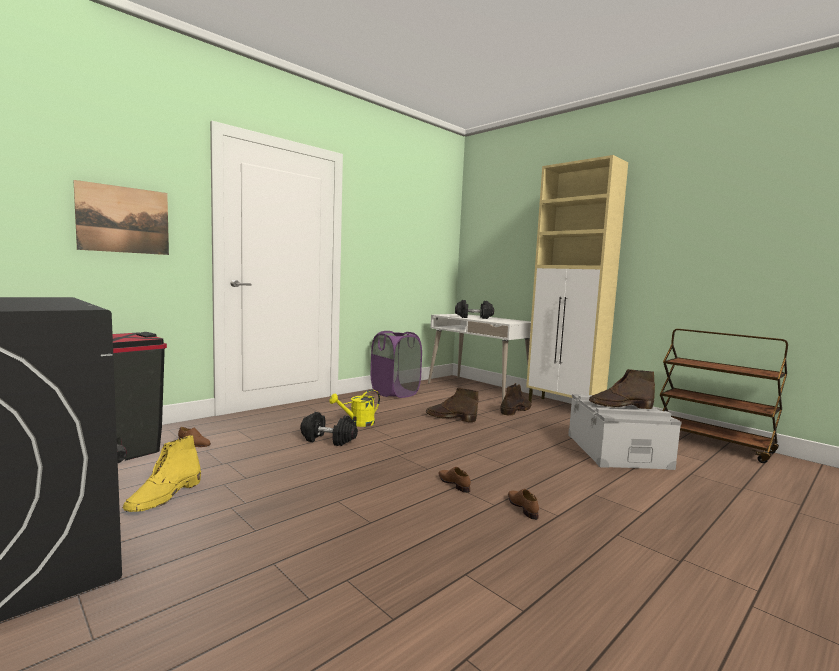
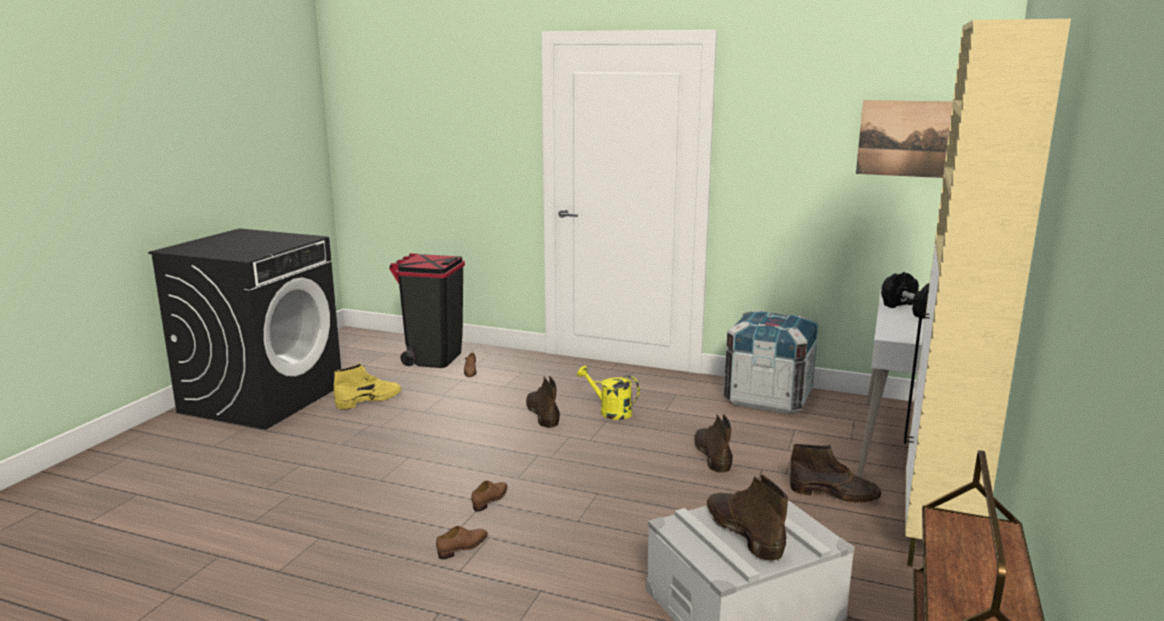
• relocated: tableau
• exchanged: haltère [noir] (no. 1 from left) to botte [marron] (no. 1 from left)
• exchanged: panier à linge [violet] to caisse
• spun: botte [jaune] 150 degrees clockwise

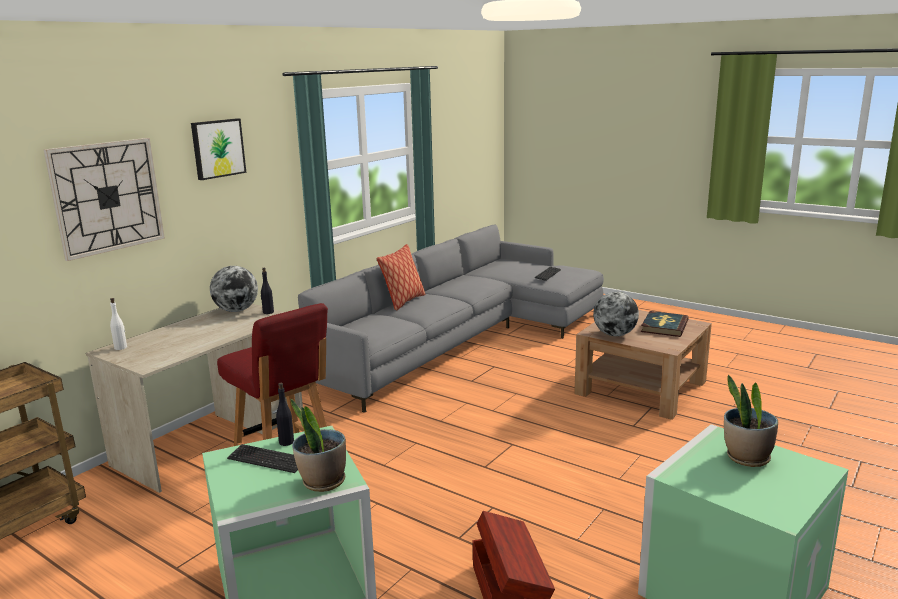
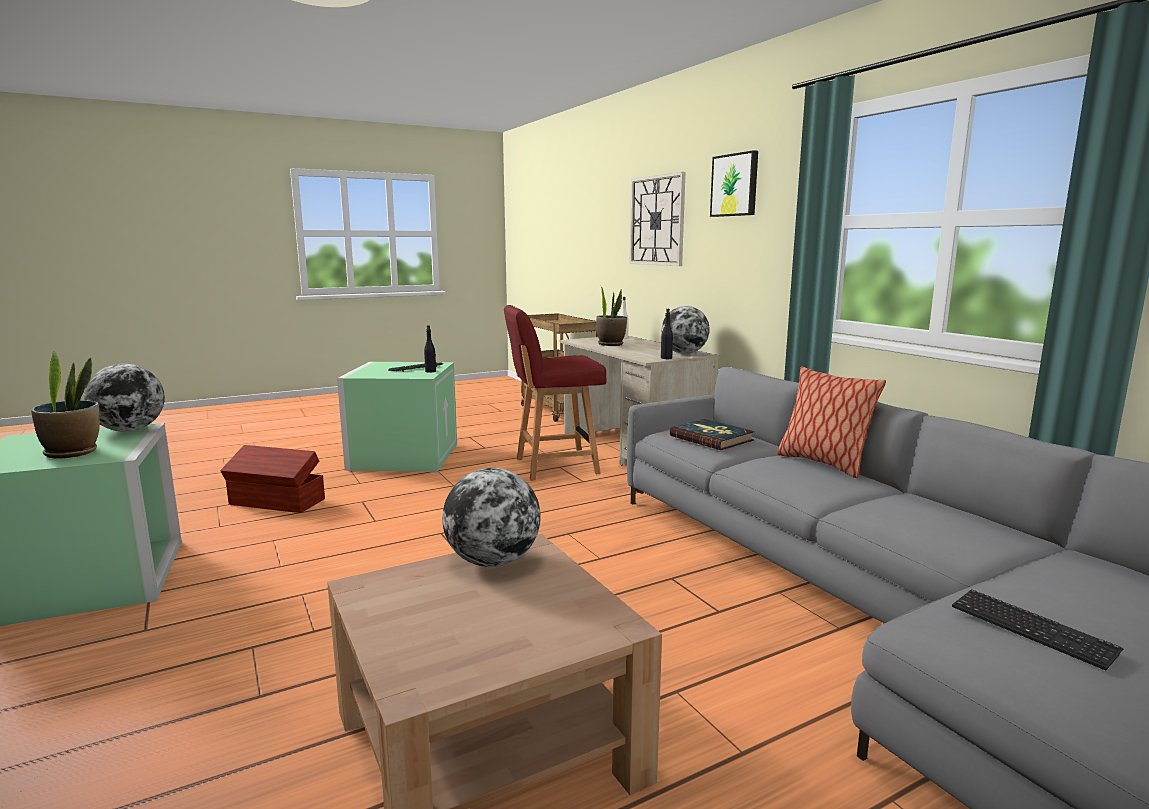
• appeared: globe (no. 1 from left)
• relocated: plante en pot (no. 1 from left in the first image) to plante en pot (no. 2 from left)
• relocated: livre

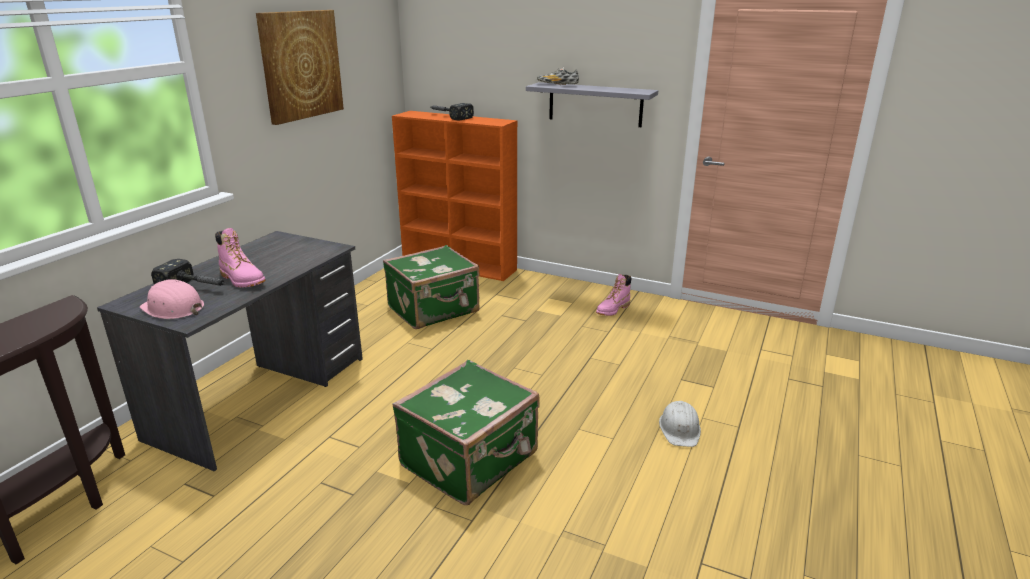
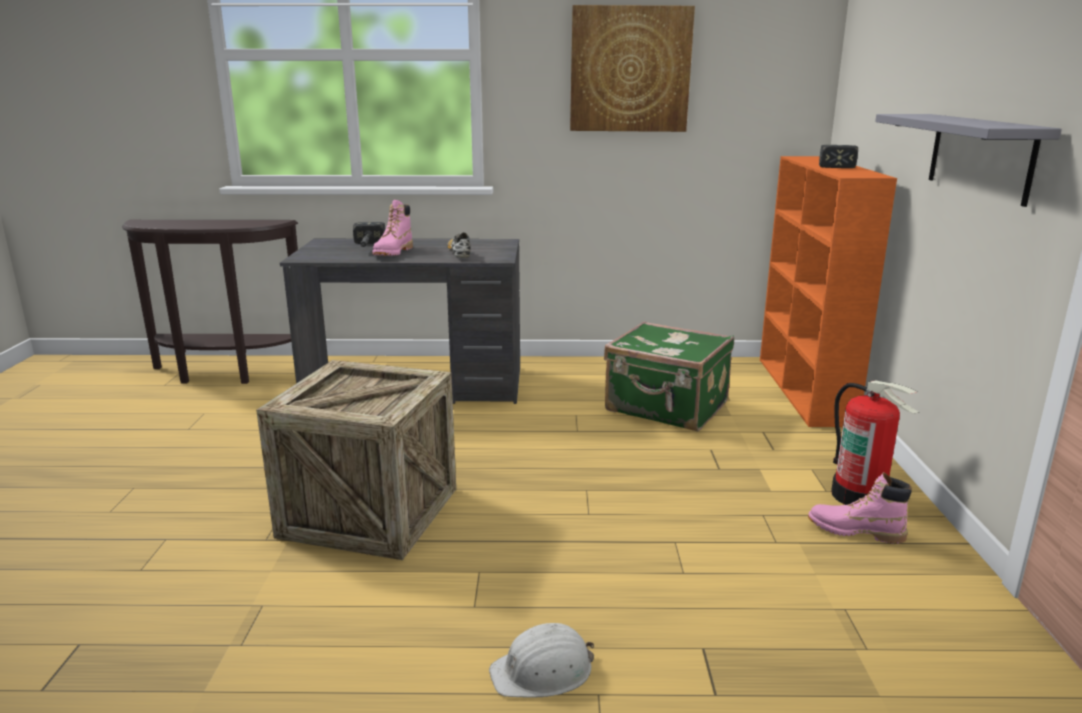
• missing: casque de chantier [rose]
• appeared: extincteur
• relocated: chaussure
• exchanged: valise [vert] (no. 2 from left) to caisse

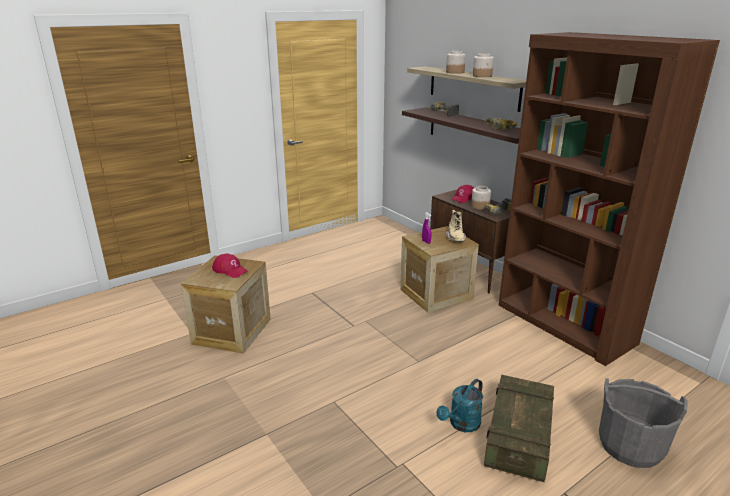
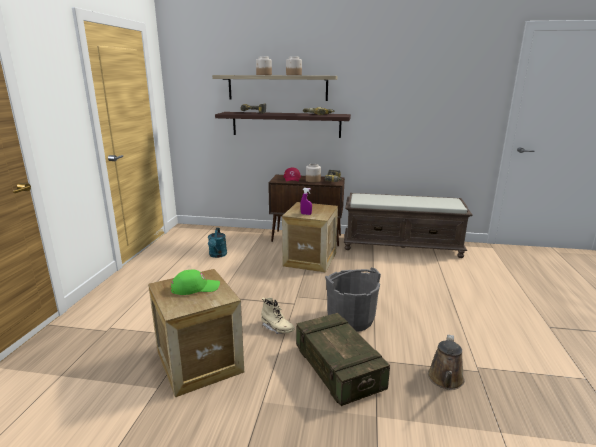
• appeared: arrosoir [marron]
• relocated: arrosoir [turquoise]
• relocated: botte [beige]
• relocated: caisse (no. 3 from left)
• relocated: seau [gris]
• exchanged: bibliothèque [marron] to banc [marron]
• colour: casquette [rouge] (no. 1 from left) to casquette [vert]

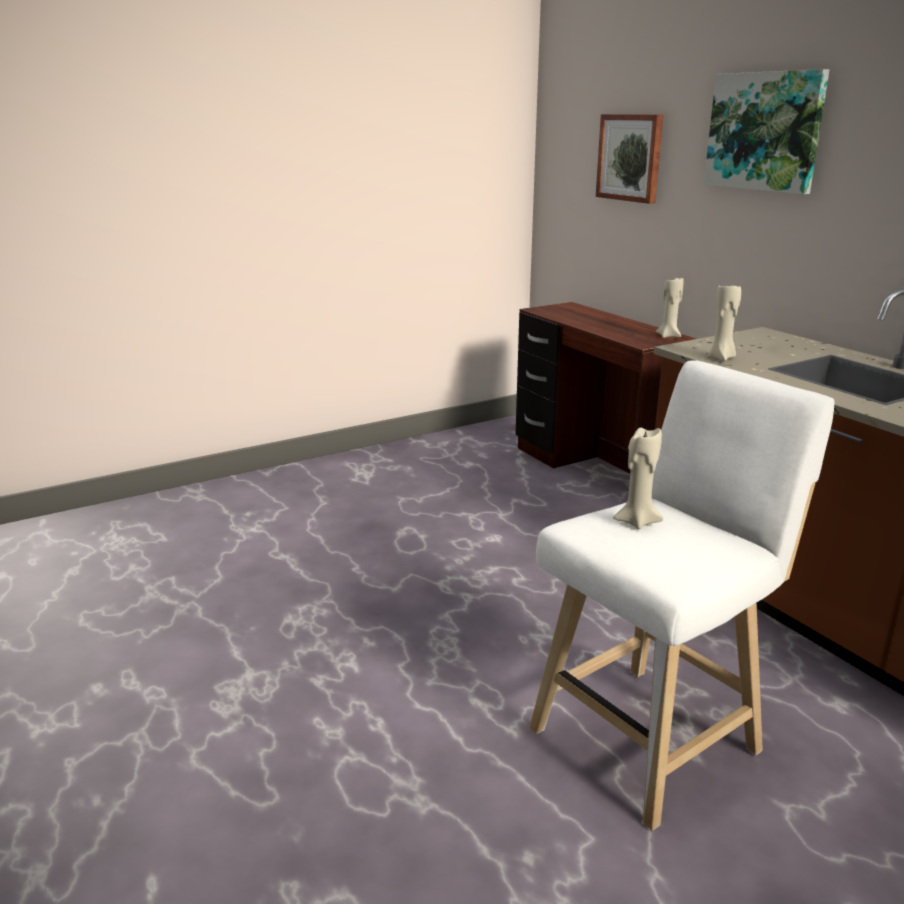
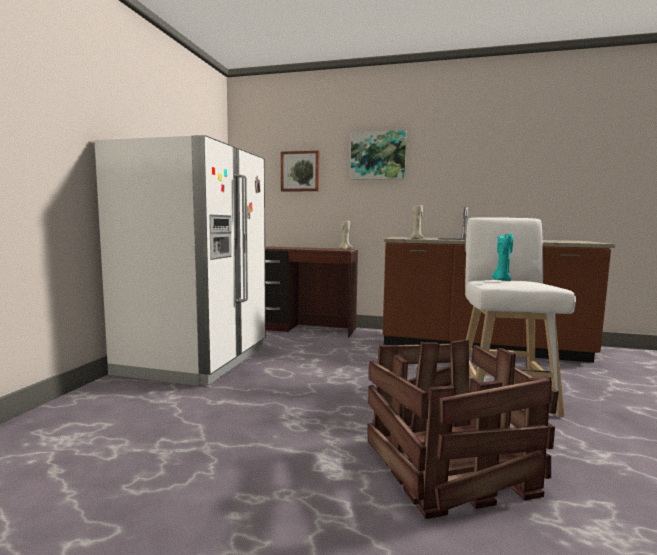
• appeared: réfrigérateur [blanc]
• appeared: caisse
• colour: bougie [beige] (no. 1 from left) to bougie [turquoise]

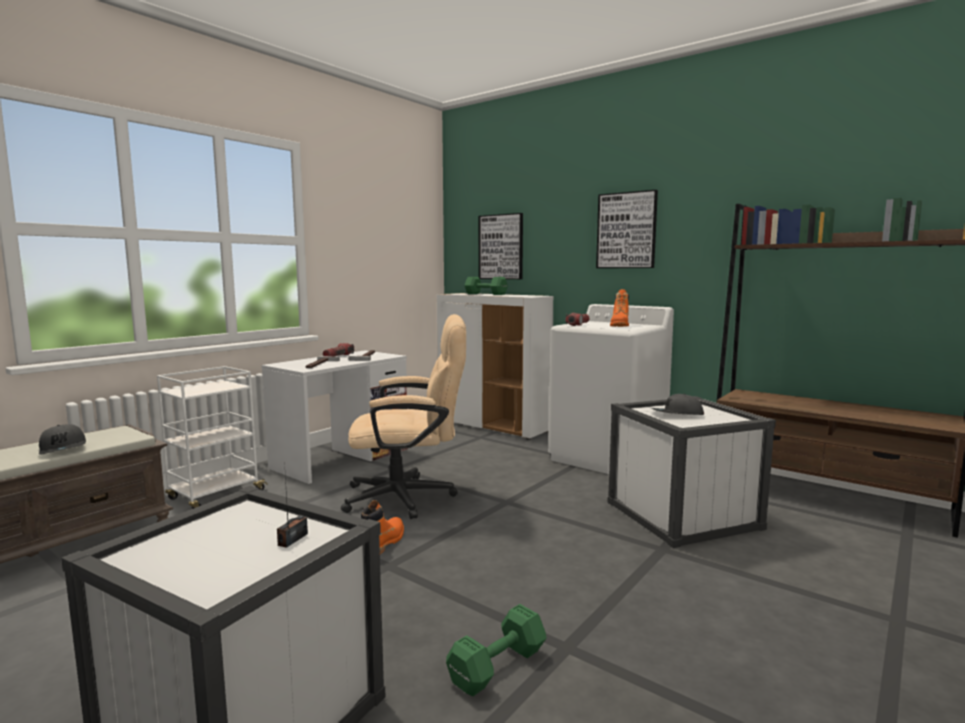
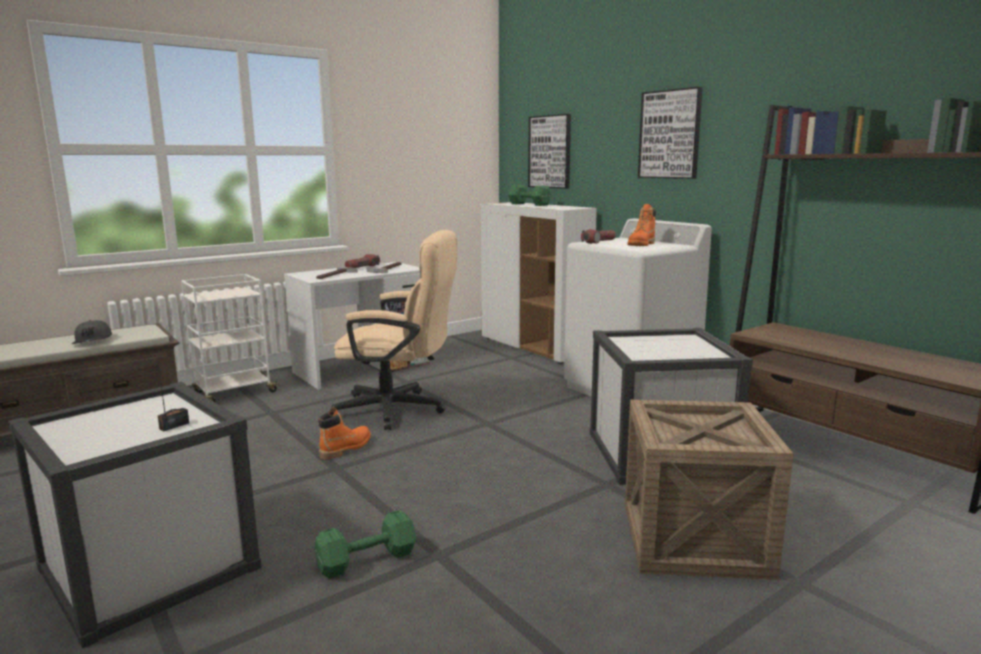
• missing: casquette [gris] (no. 2 from left)
• appeared: caisse

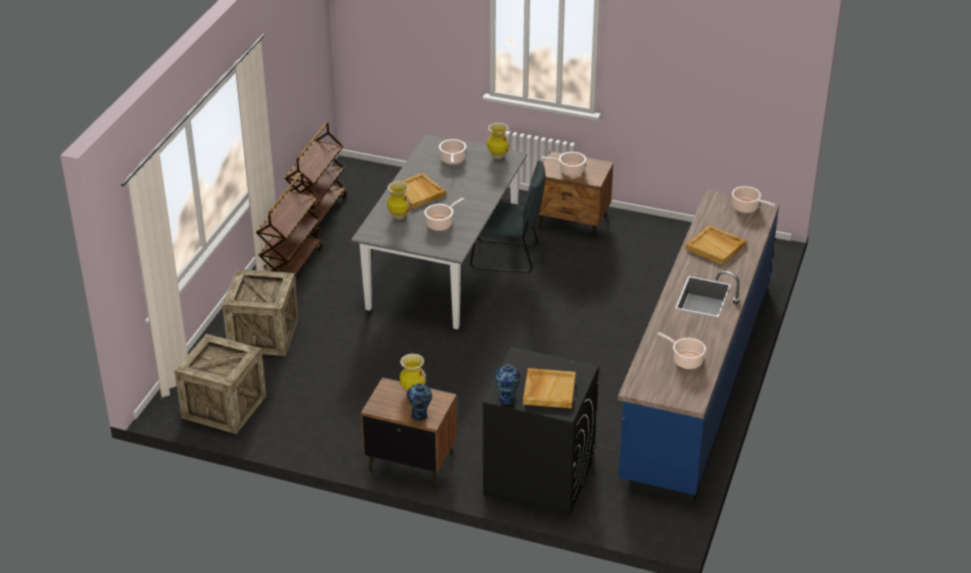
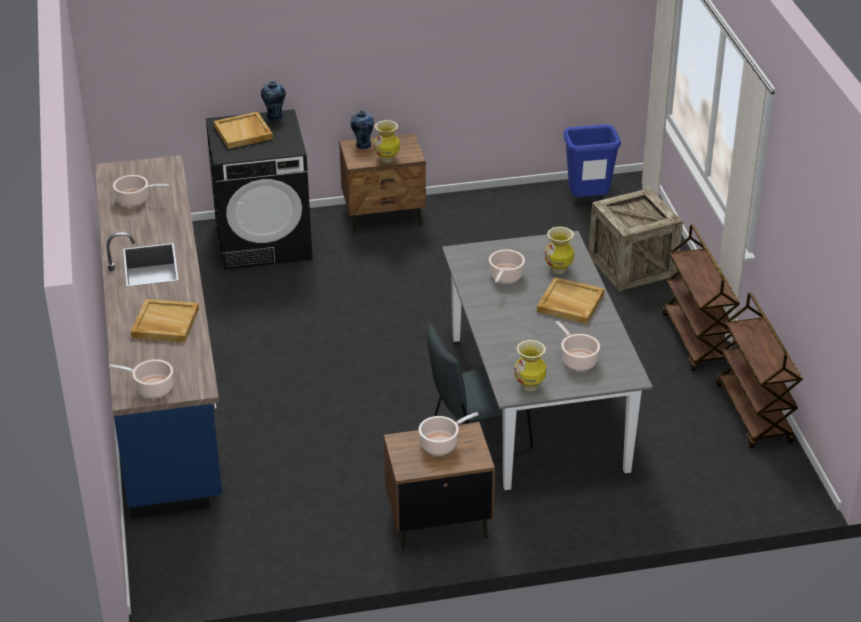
• exchanged: caisse (no. 1 from left) to poubelle [bleu]

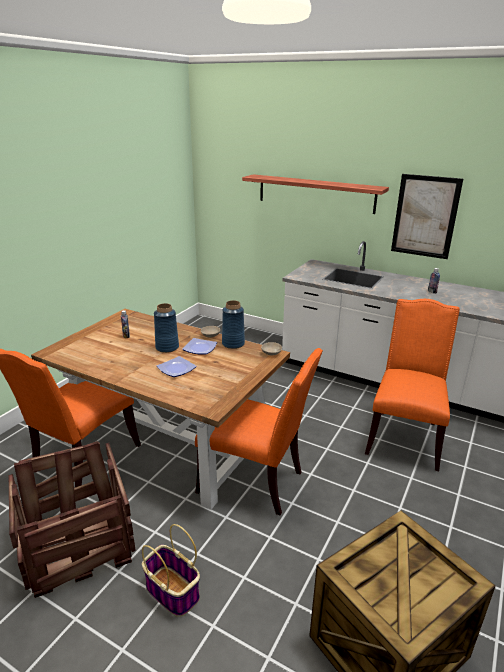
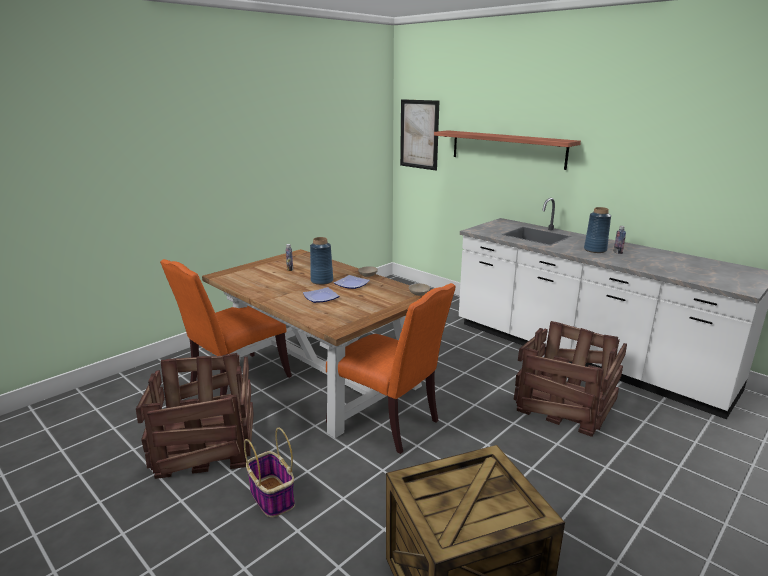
• relocated: vase [bleu] (no. 2 from left)
• relocated: tableau
• exchanged: chaise [orange] (no. 3 from left) to caisse (no. 3 from left)

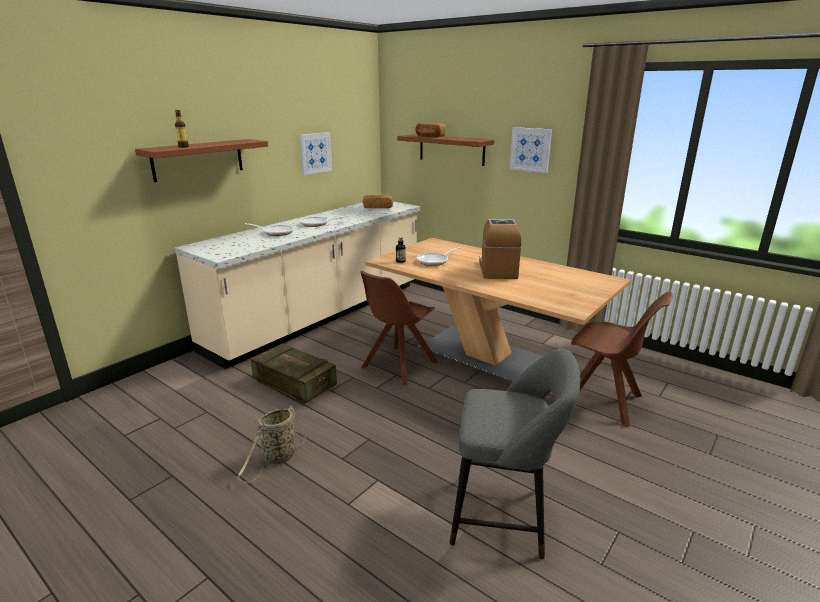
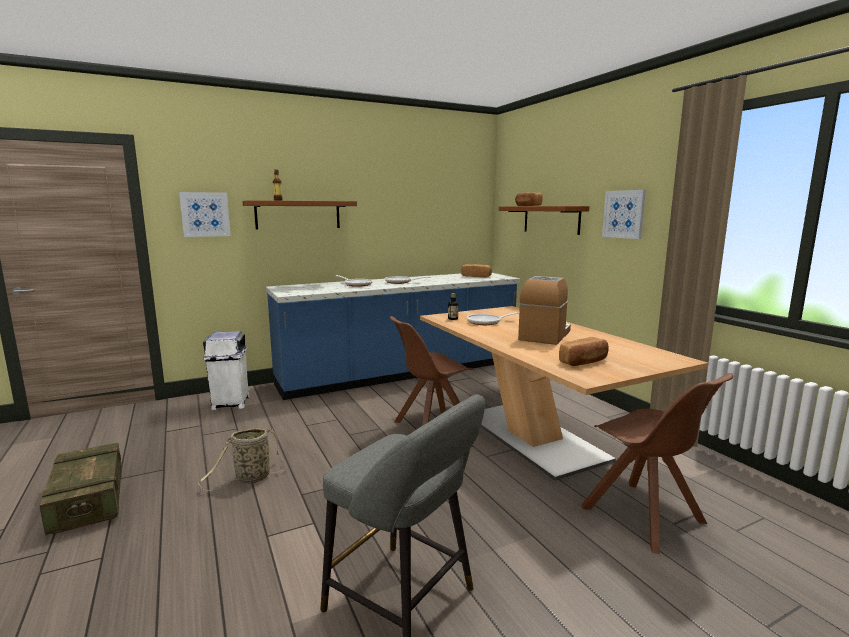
• appeared: poubelle [blanc]
• appeared: pain (no. 3 from left)
• relocated: caisse
• relocated: tableau (no. 1 from left)
• colour: comptoir de cuisine [beige] to comptoir de cuisine [bleu]

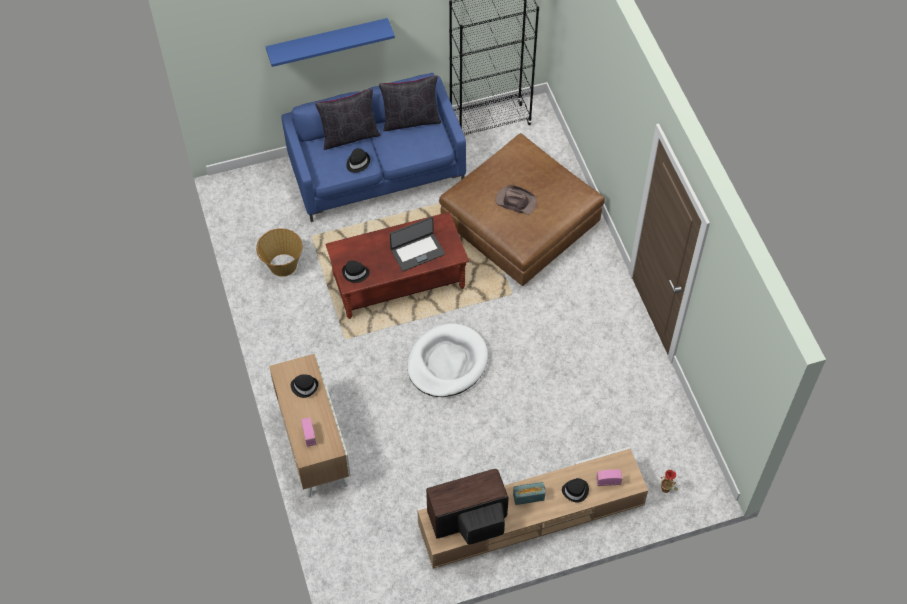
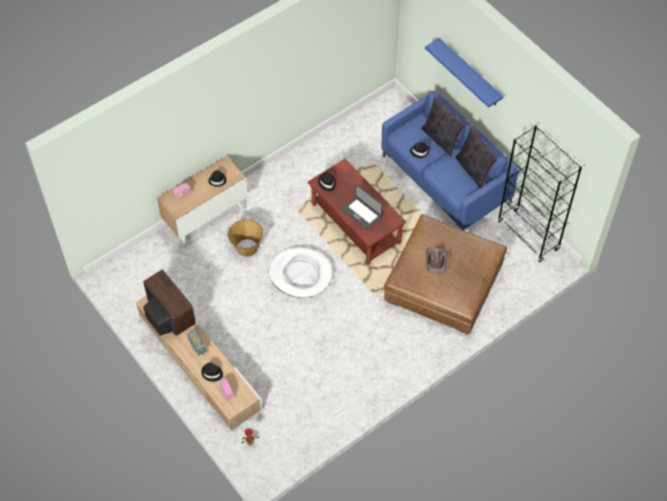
• relocated: panier

